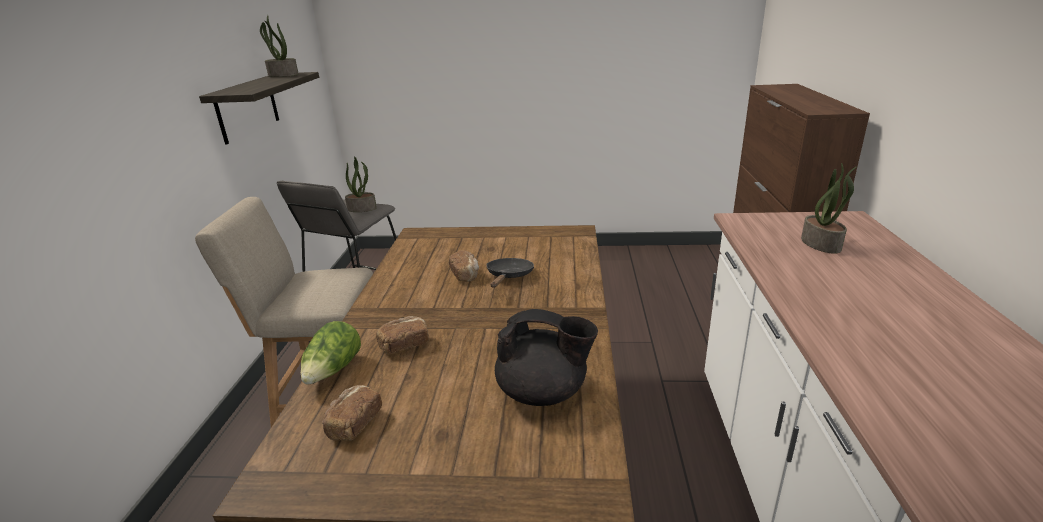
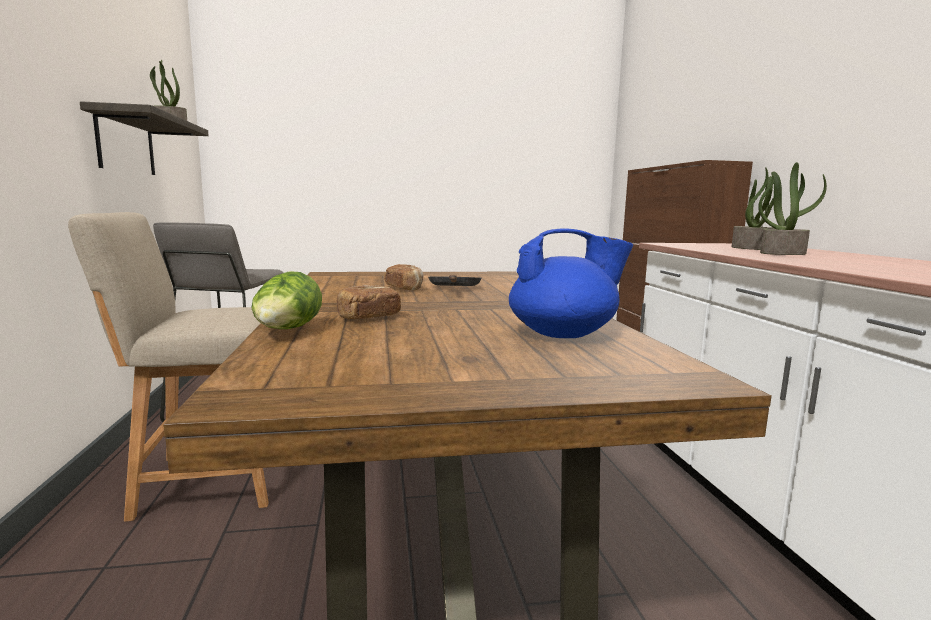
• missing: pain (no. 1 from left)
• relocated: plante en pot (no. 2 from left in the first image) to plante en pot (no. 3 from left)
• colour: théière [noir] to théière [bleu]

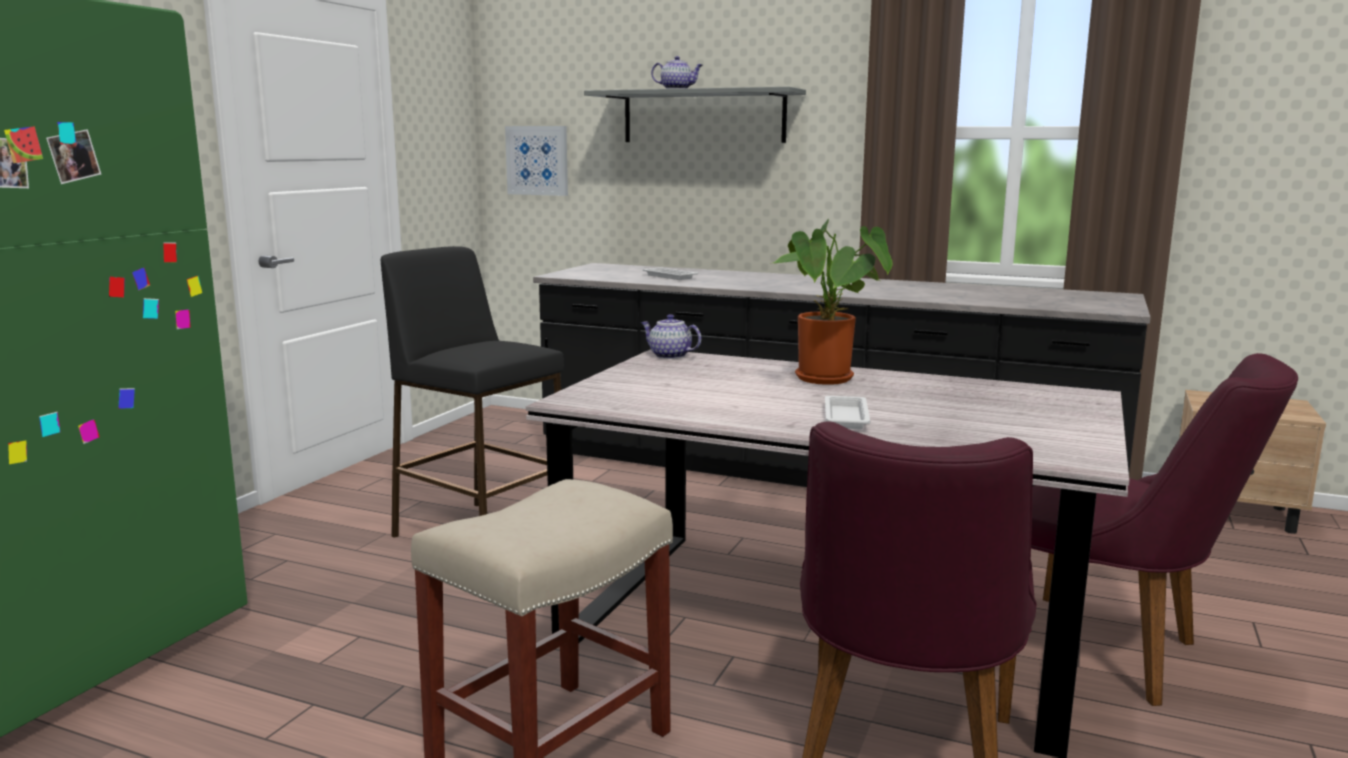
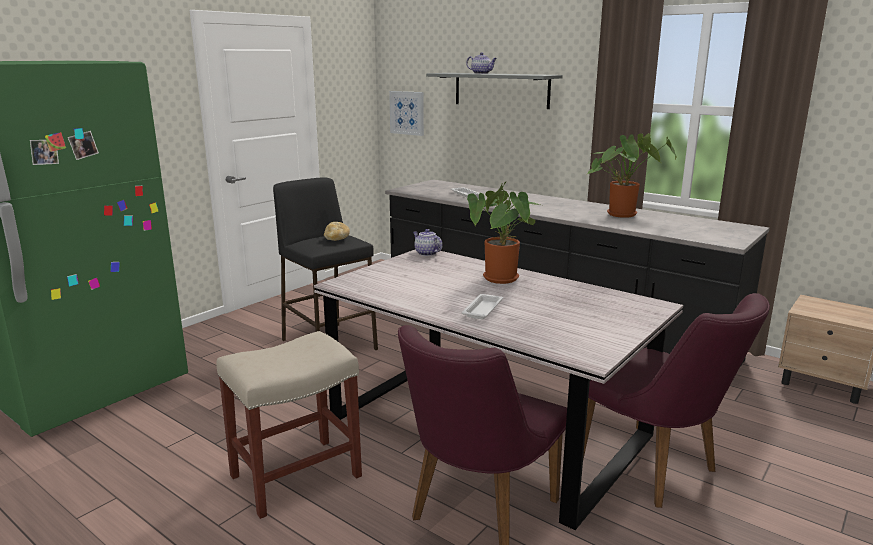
• appeared: pain
• appeared: plante en pot (no. 2 from left)

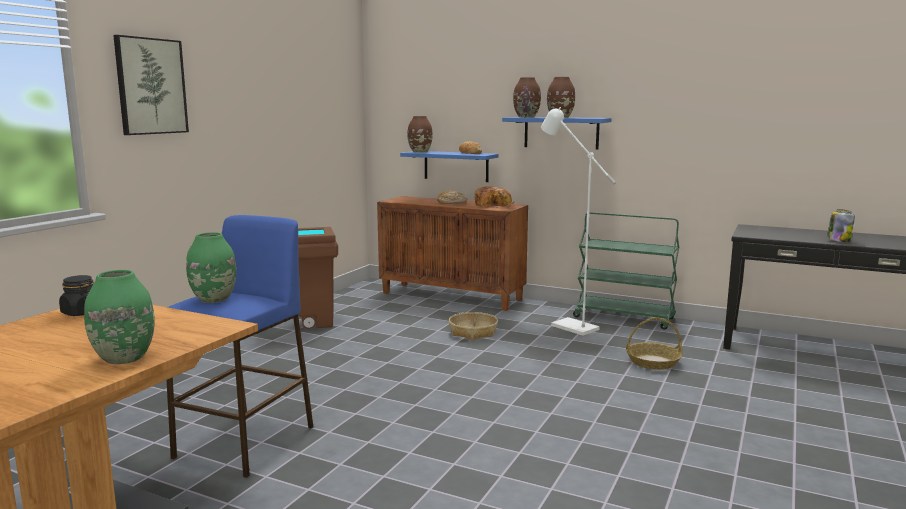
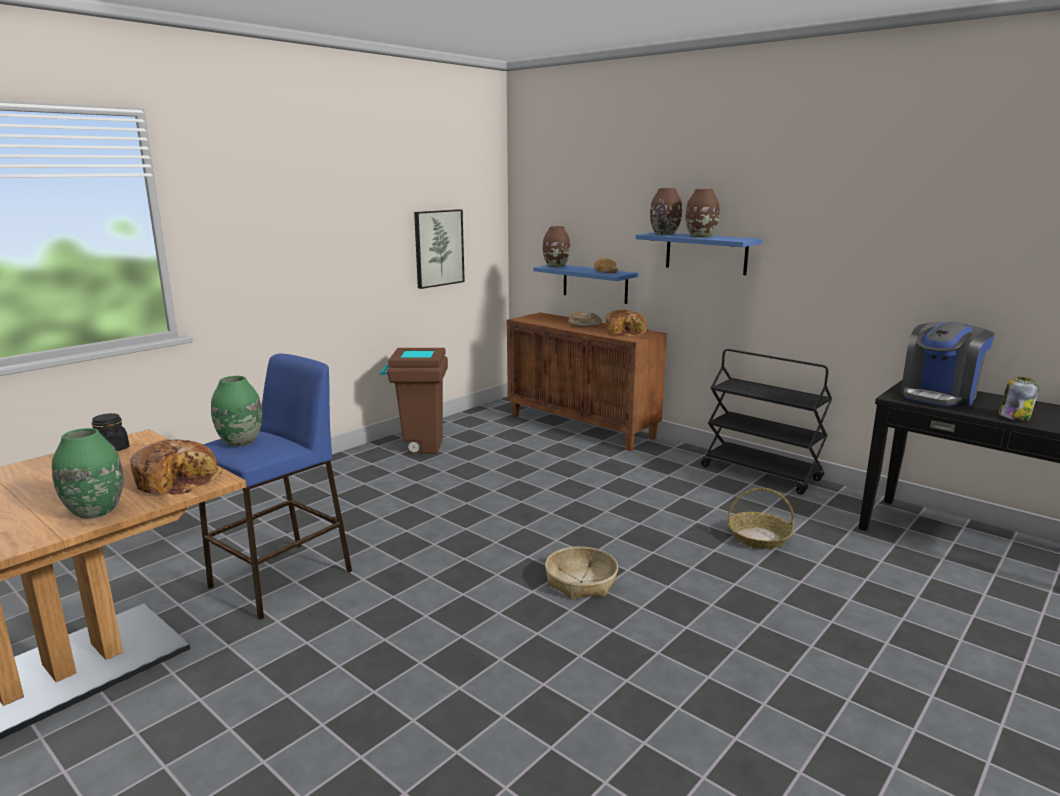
• missing: lampadaire [blanc]
• appeared: pain (no. 1 from left)
• appeared: machine à café
• relocated: tableau
• relocated: panier (no. 1 from left)
• colour: chariot [vert] to chariot [noir]

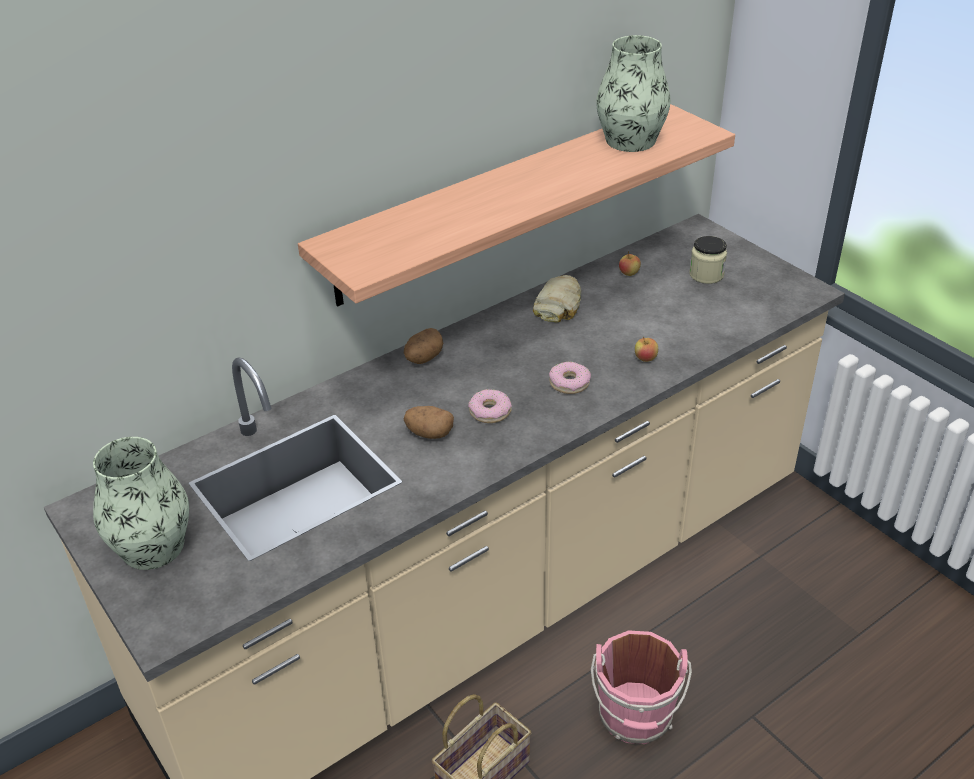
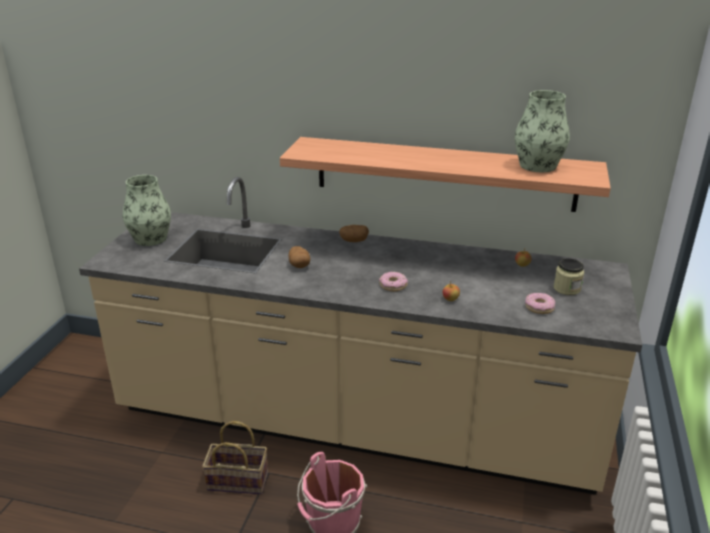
• missing: pain
• relocated: beignet (no. 1 from left in the first image) to beignet (no. 2 from left)

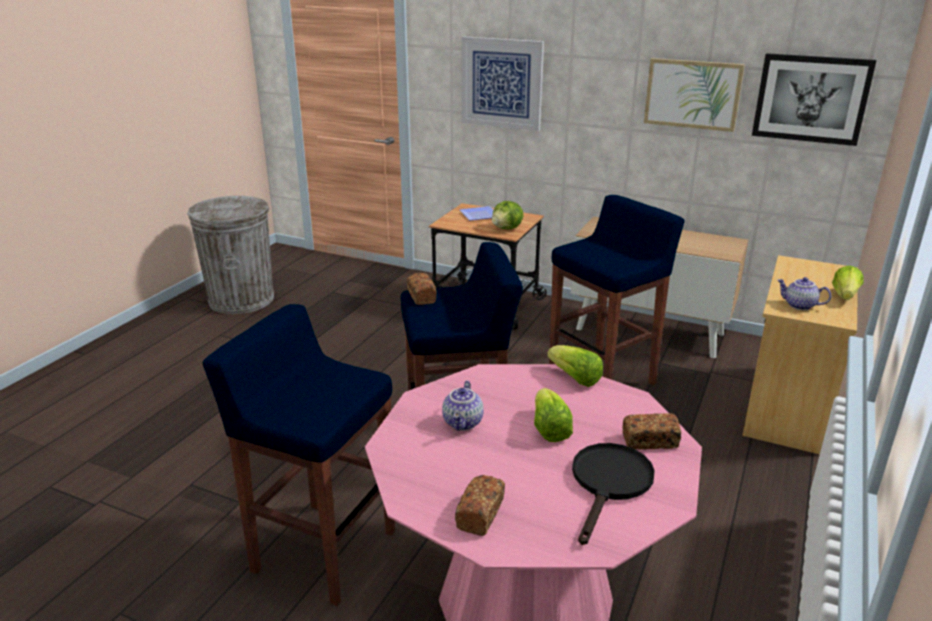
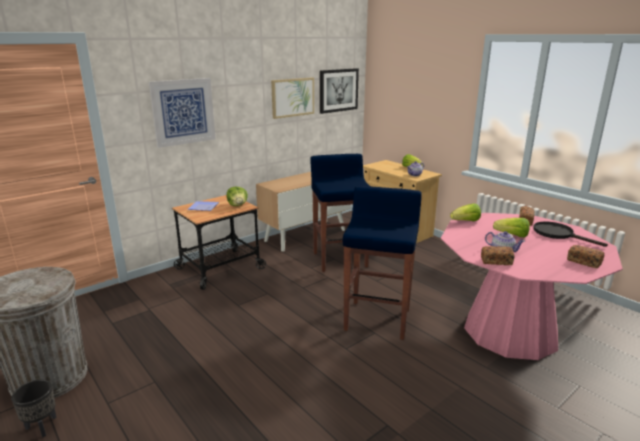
• missing: tabouret [bleu] (no. 1 from left)
• appeared: cache-pot [noir]
• relocated: pain (no. 1 from left)

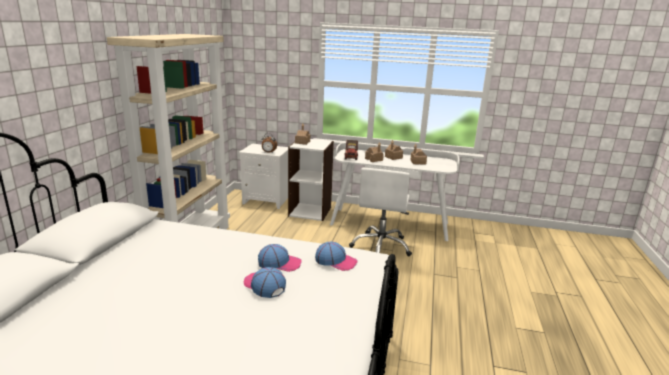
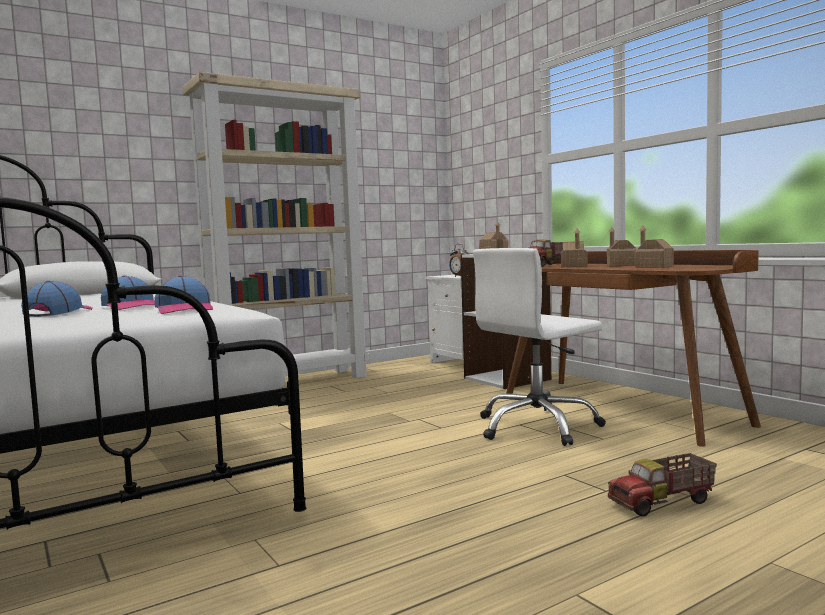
• appeared: camion jouet (no. 2 from left)
• colour: bureau [blanc] to bureau [marron]

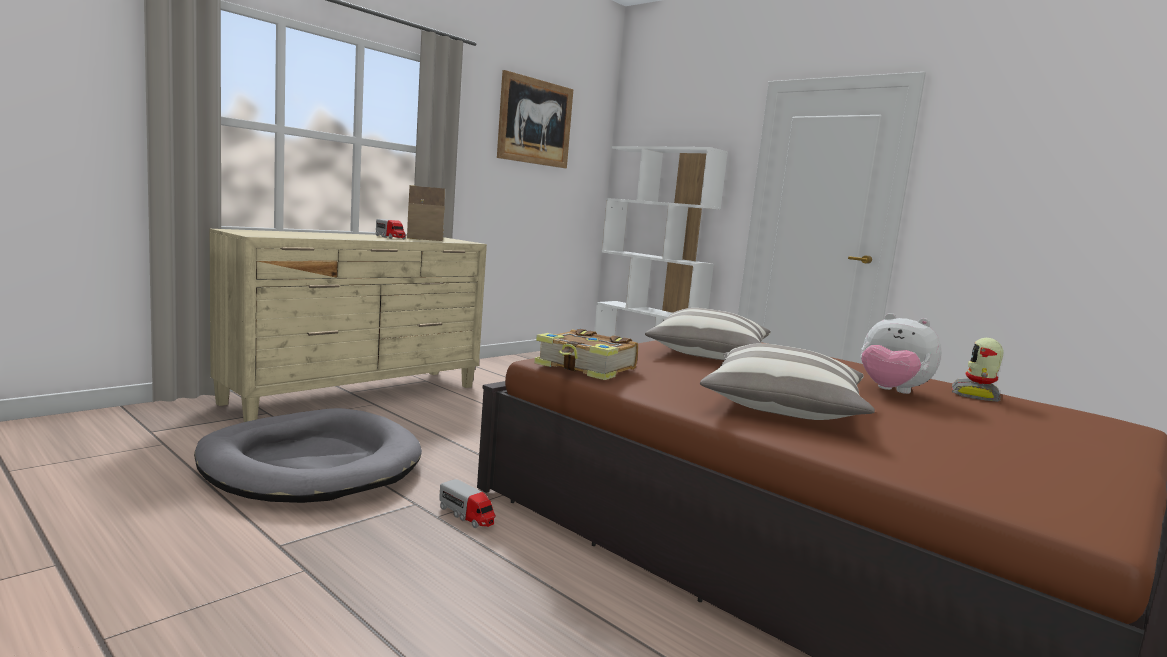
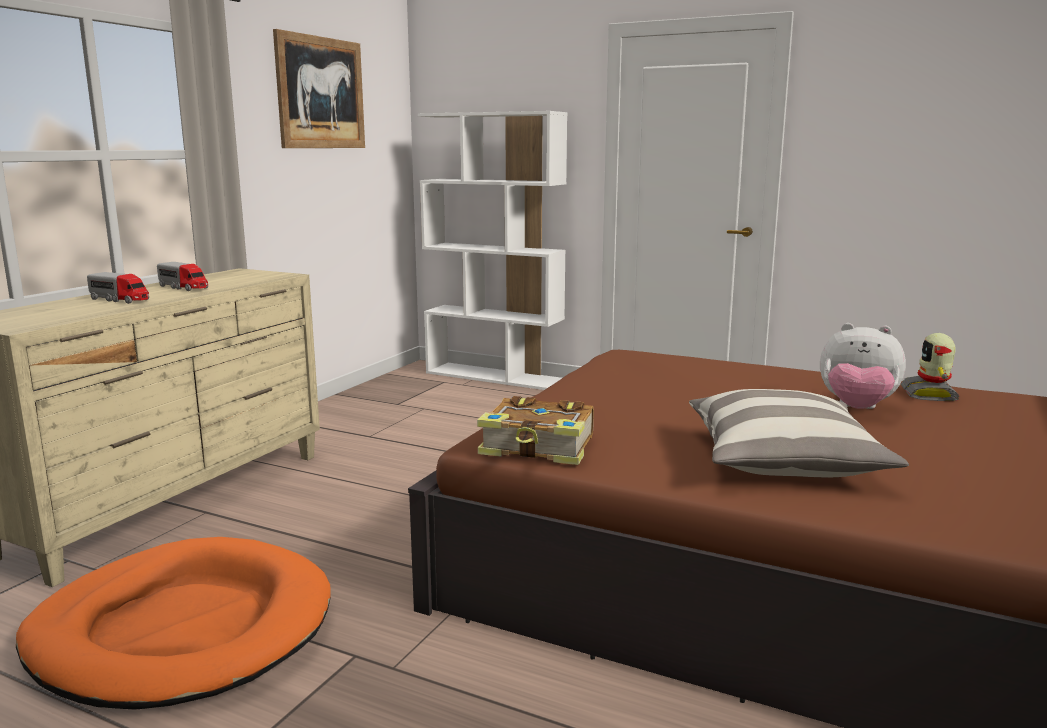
• missing: maison miniature
• missing: coussin (no. 1 from left)
• relocated: camion jouet (no. 2 from left in the first image) to camion jouet (no. 1 from left)
• colour: panier pour chien [gris] to panier pour chien [orange]

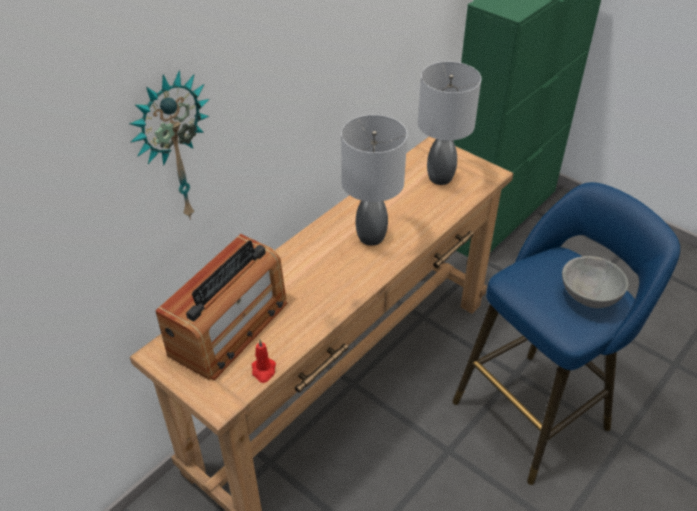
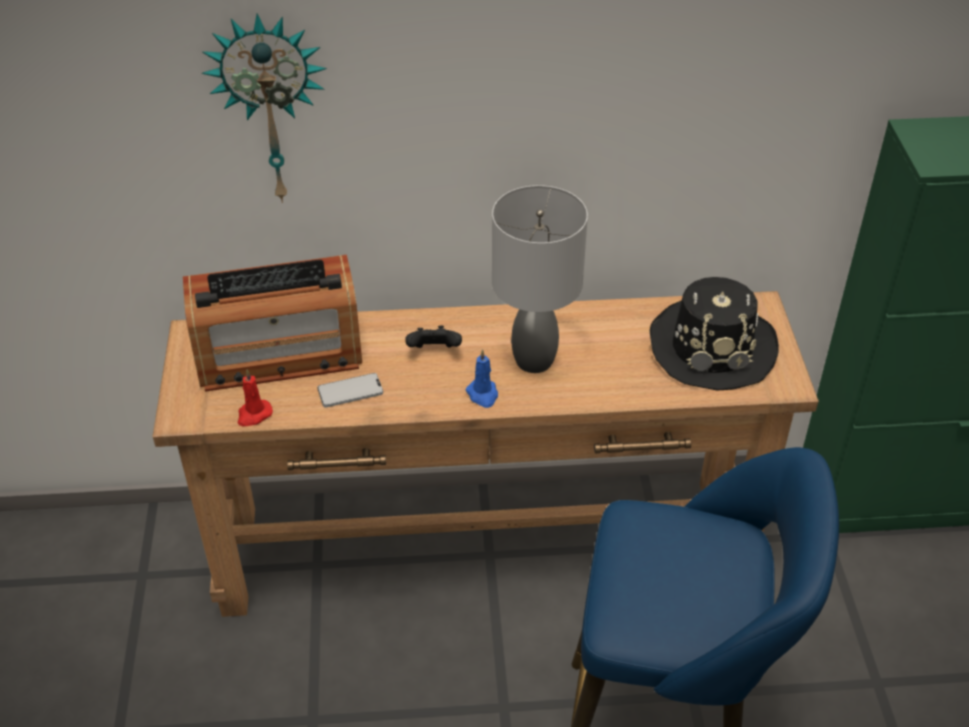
• missing: bol [gris]
• appeared: téléphone
• appeared: manette [noir]
• appeared: bougie [bleu]
• exchanged: lampe de table [gris] (no. 2 from left) to chapeau [noir]

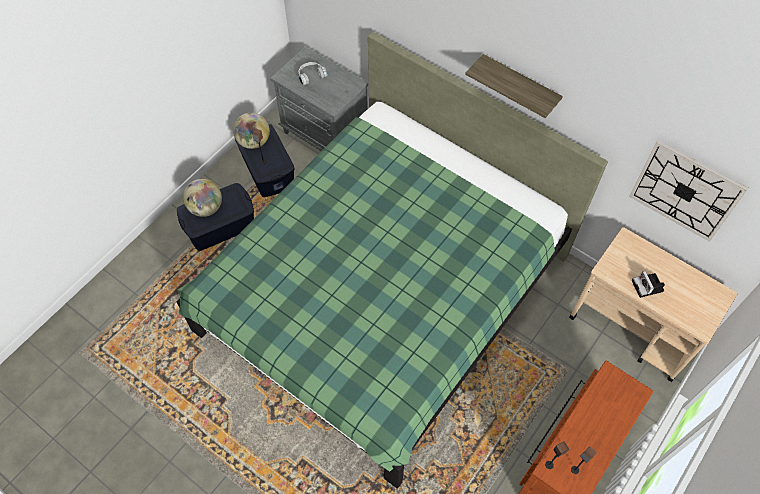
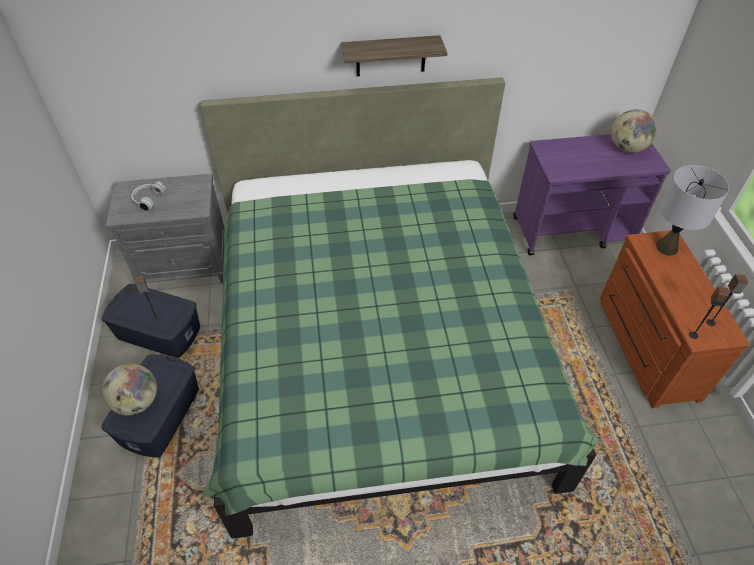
• missing: horloge murale
• missing: appareil photo
• appeared: lampe de table [gris]
• relocated: globe (no. 2 from left)
• colour: chariot [beige] to chariot [violet]

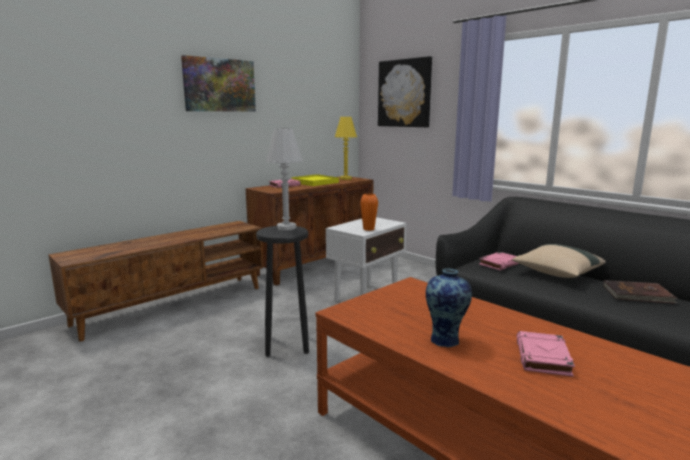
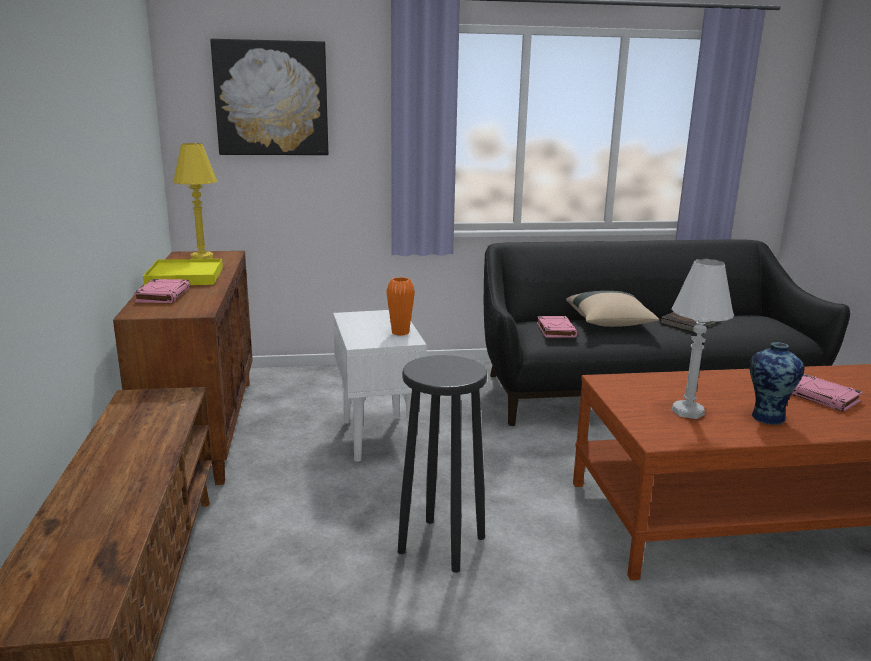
• missing: tableau (no. 1 from left)
• relocated: lampe de table [blanc]

